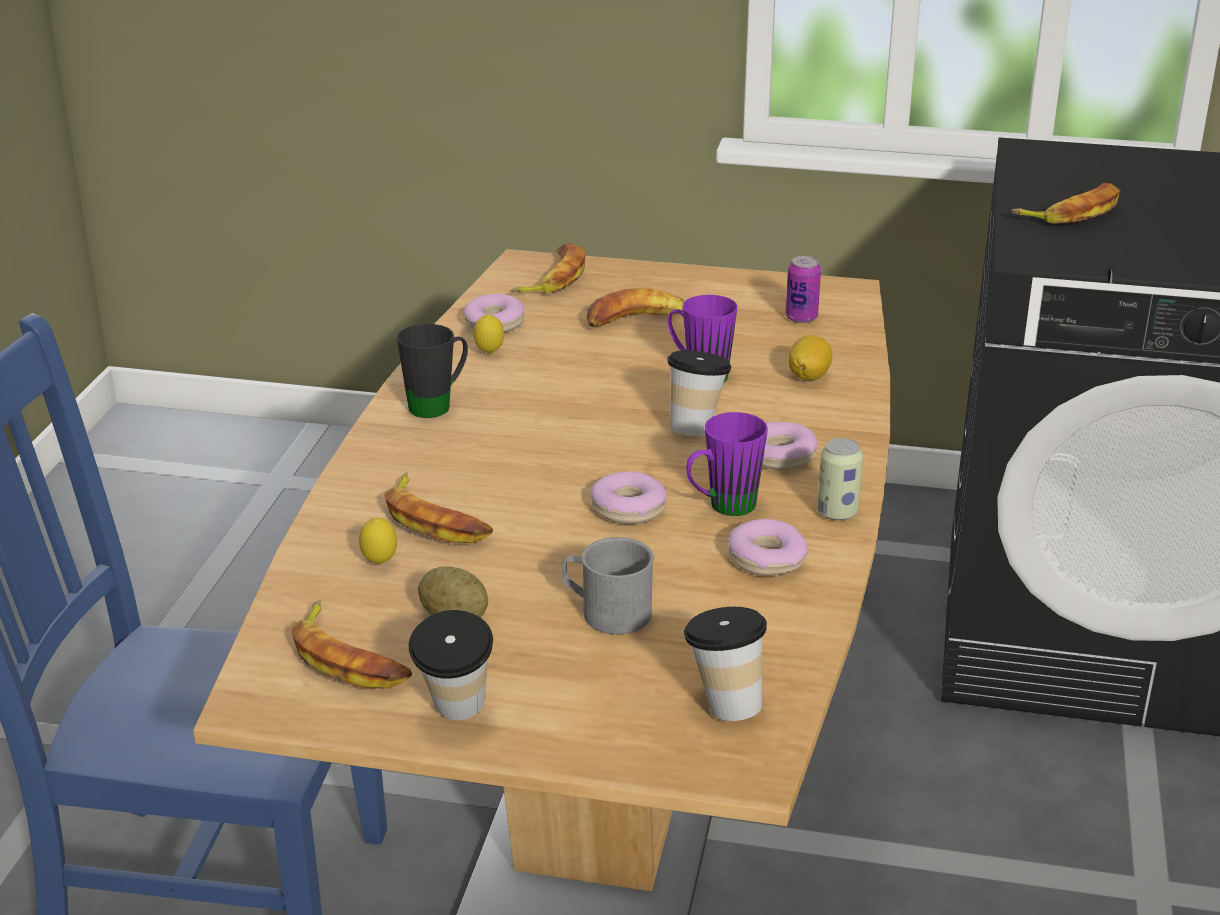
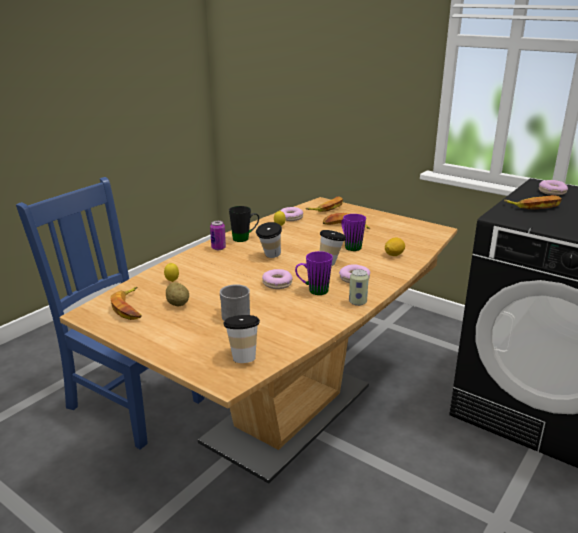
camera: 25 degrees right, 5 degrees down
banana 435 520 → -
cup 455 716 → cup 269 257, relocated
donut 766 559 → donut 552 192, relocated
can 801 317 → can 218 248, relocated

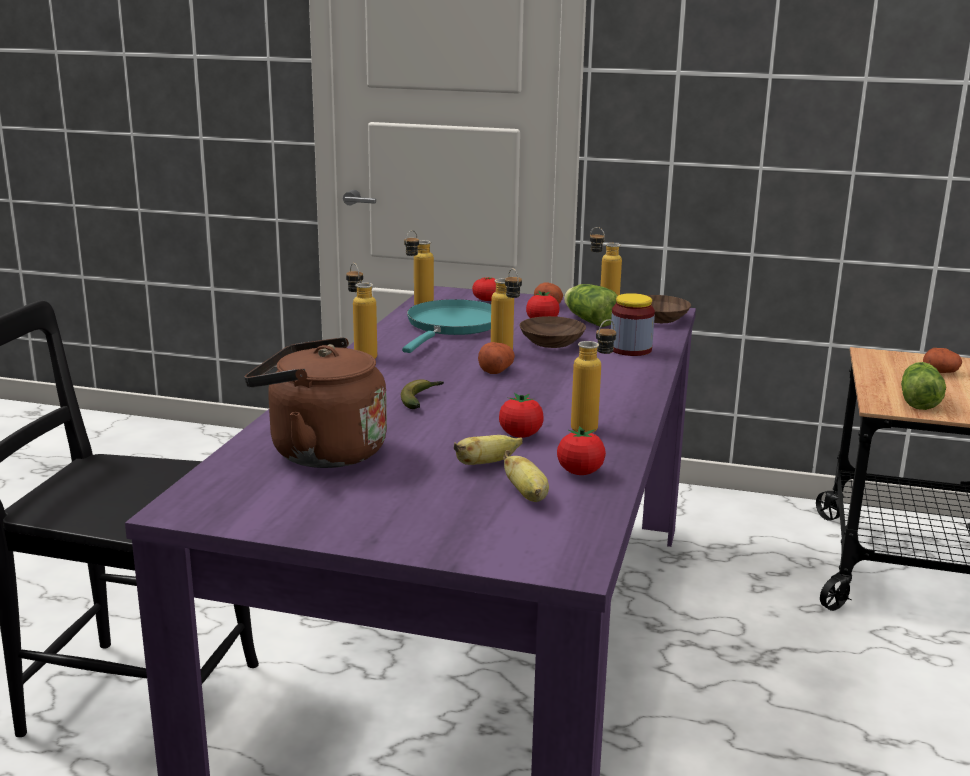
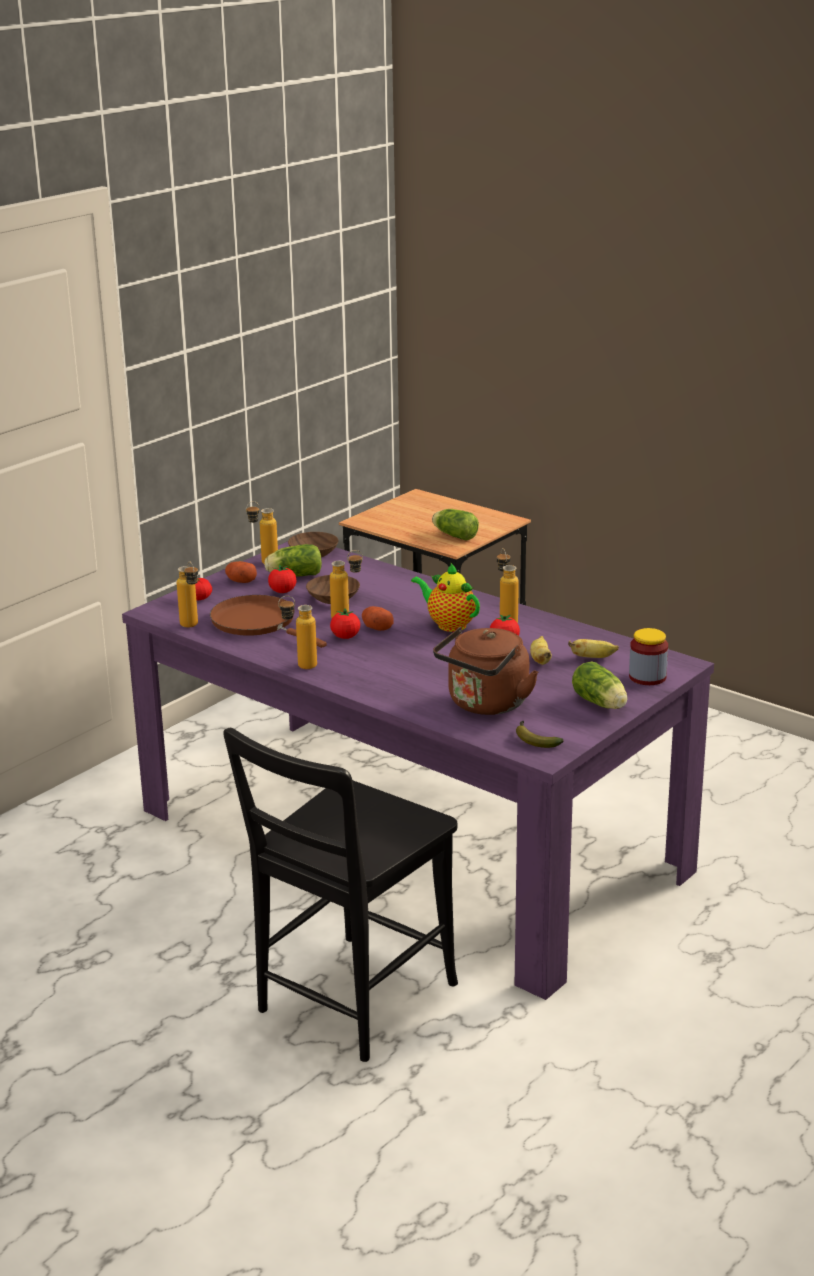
camera: 65 degrees left, 5 degrees up
banana 421 399 → banana 534 739, relocated
turquoise frying pan 452 326 → brown frying pan 258 623
tomato 580 472 → tomato 345 637, relocated
jar 630 349 → jar 647 677, relocated
potato 940 372 → -
- → teapot 448 624
- → lettuce 601 704

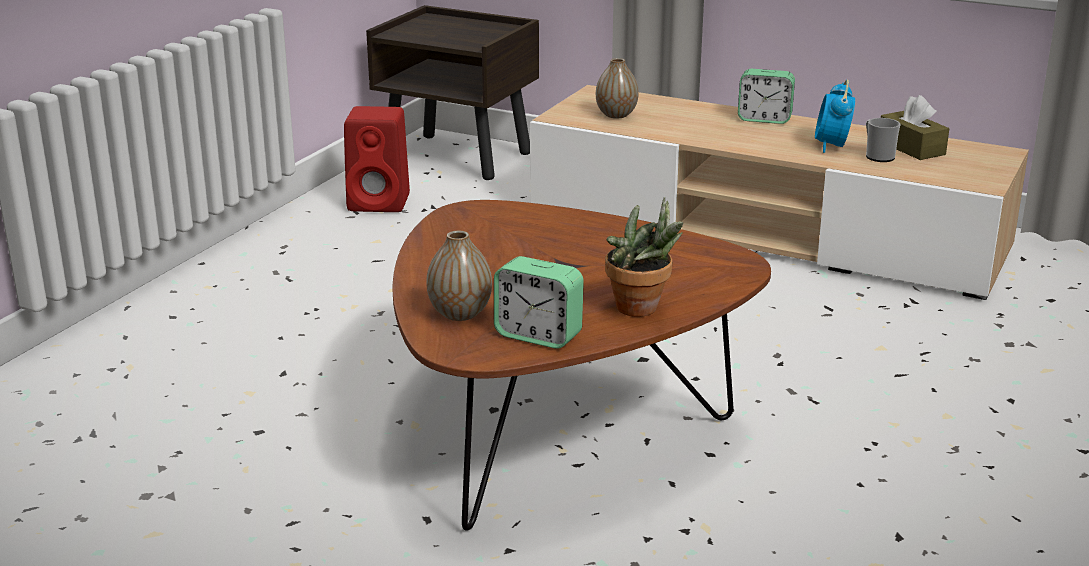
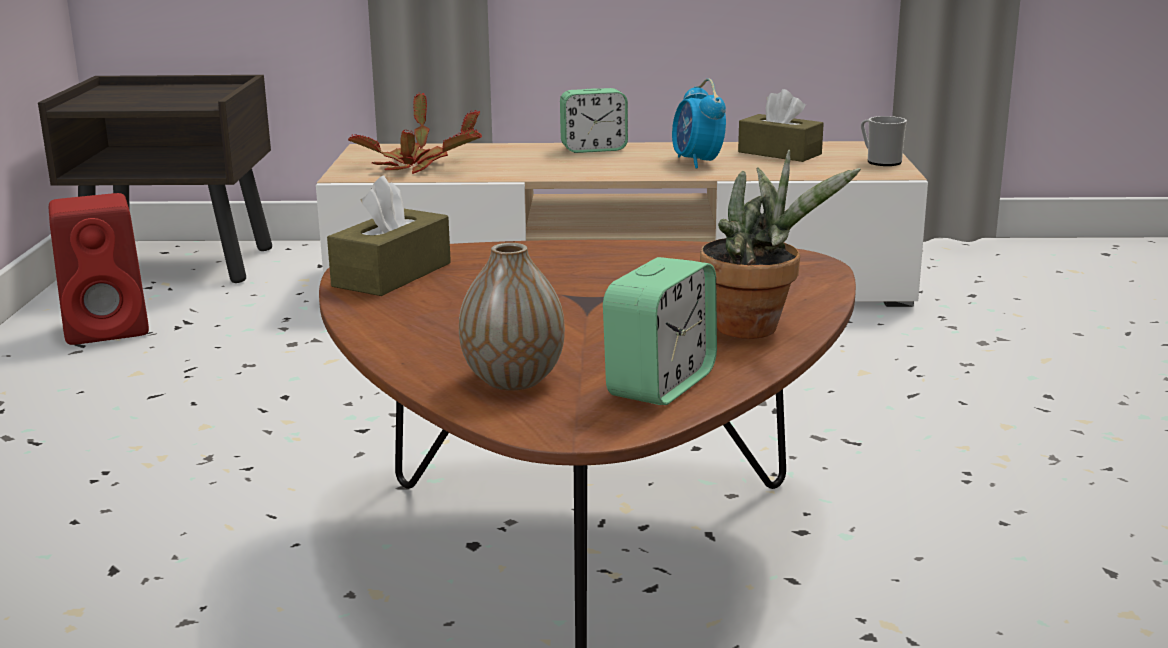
camera: 25 degrees left, 5 degrees down
alarm clock 538 335 → alarm clock 661 384, 60 degrees counterclockwise
vase 616 115 → potted plant 418 165
mug 877 156 → mug 880 161, relocated
- → brown tissue box 392 274

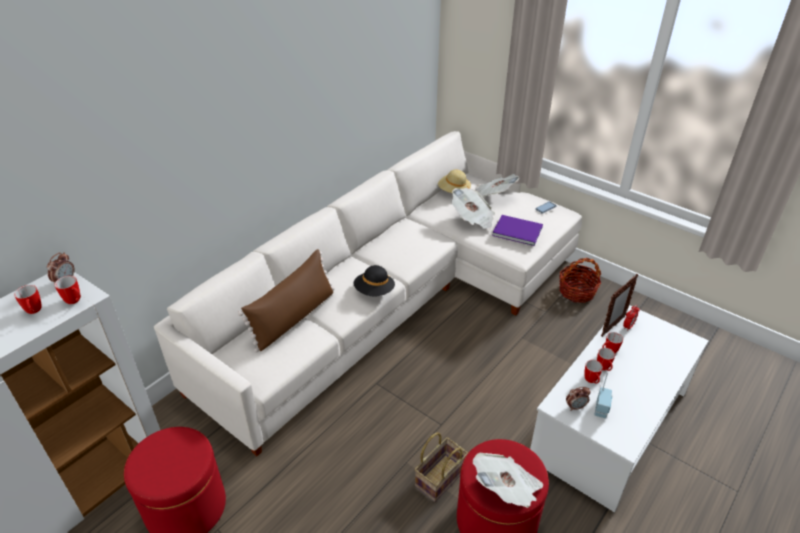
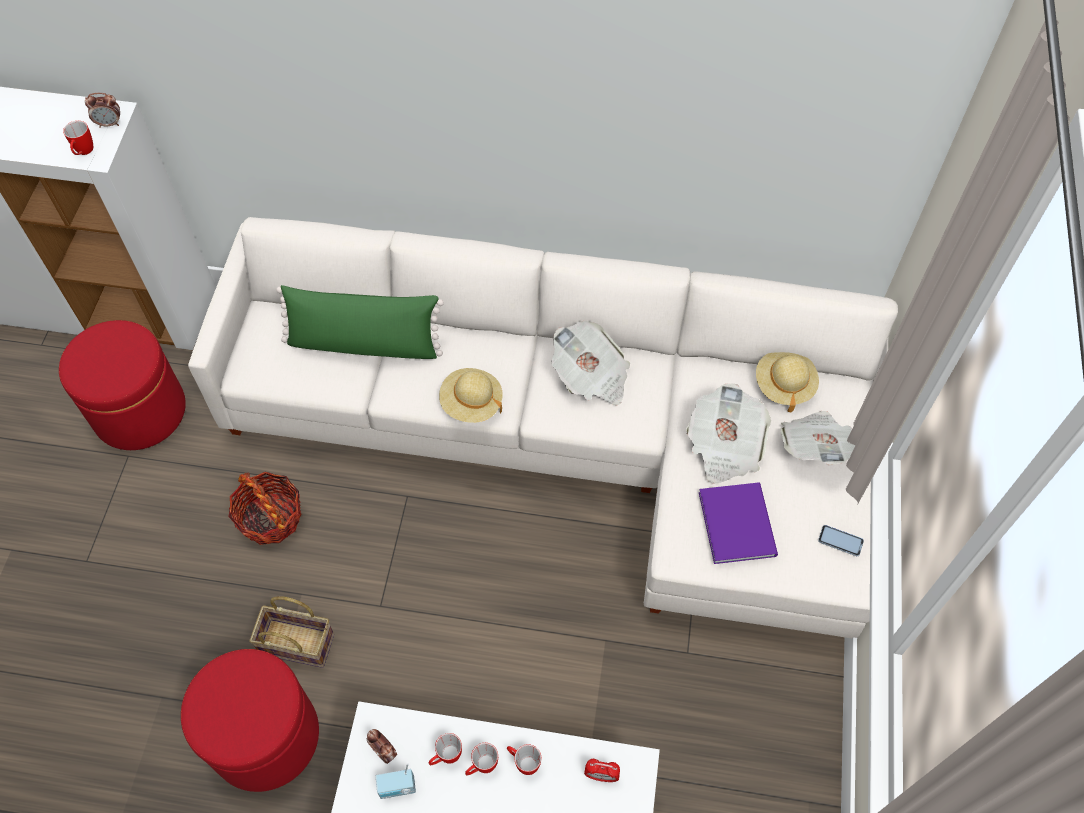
camera: 60 degrees right, 20 degrees up
mug 34 312 → -
brown pillow 294 317 → green pillow 364 343
black hat 374 291 → beige hat 471 403
newspaper 507 489 → newspaper 591 376, relocated
basket 576 292 → basket 270 517, relocated
picture frame 612 326 → -

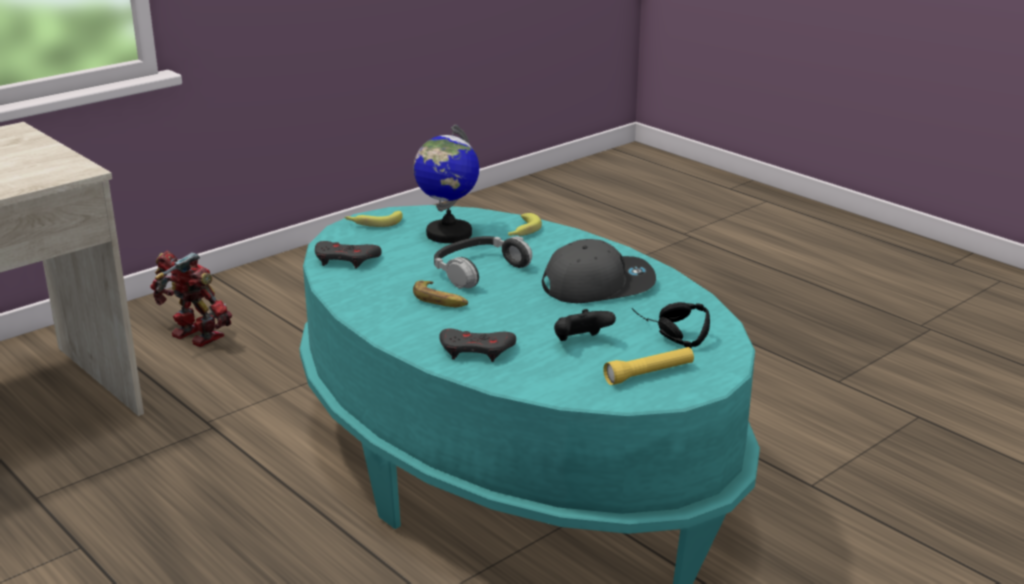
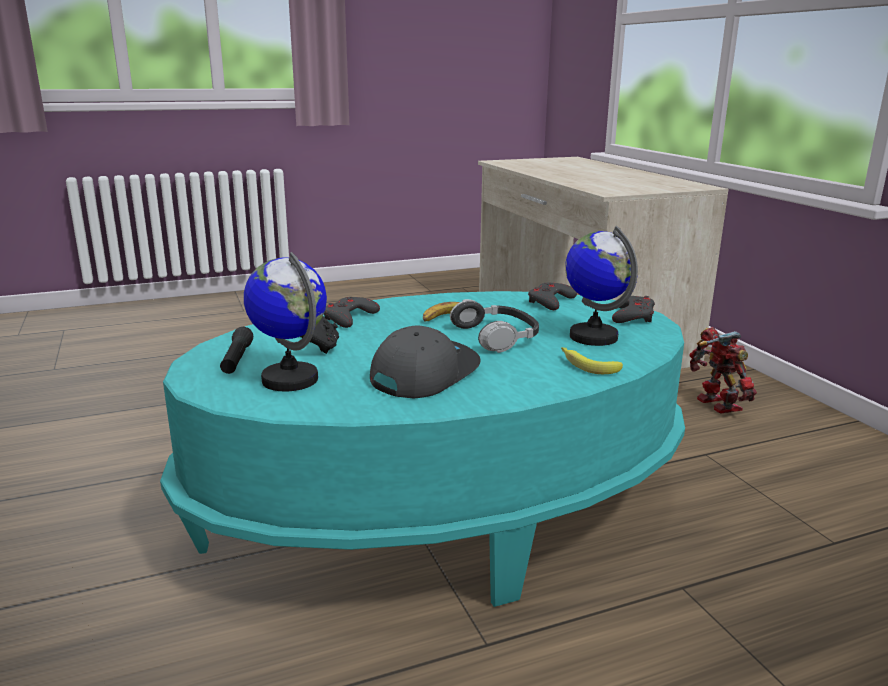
camera: 110 degrees right, 5 degrees down
toy robot 195 338 → toy robot 716 405, 75 degrees counterclockwise
banana 373 223 → grey game controller 633 316
grey cap 598 285 → grey cap 424 374, 150 degrees counterclockwise
yellow flashlight 649 374 → black flashlight 237 360
black headphones 665 335 → globe 290 379

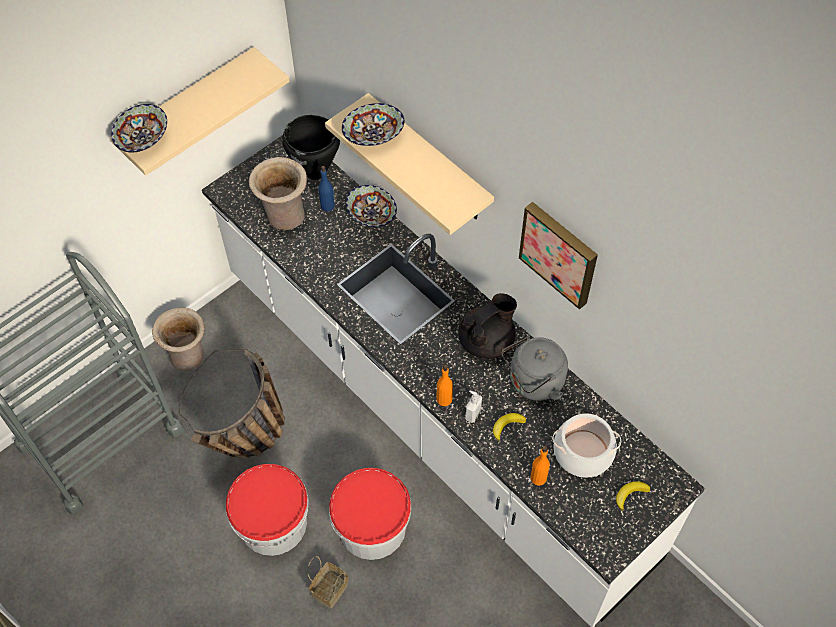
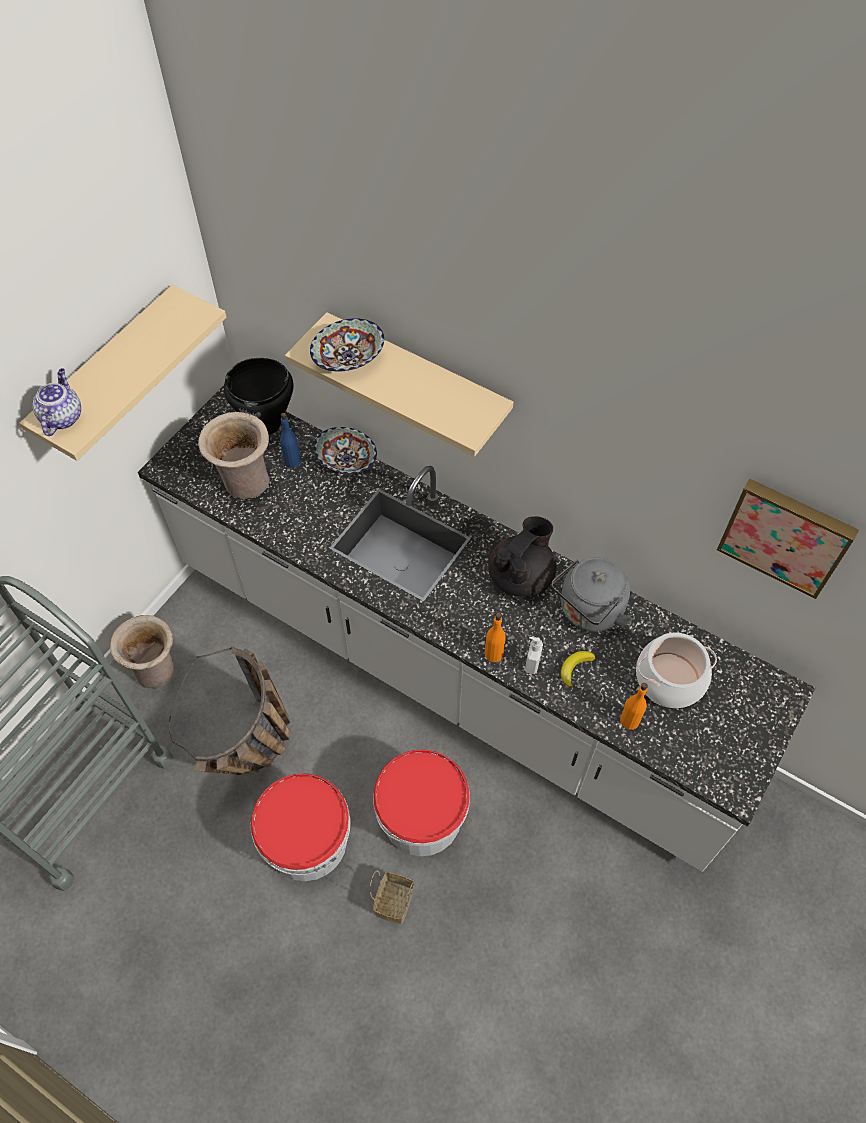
camera: 15 degrees left, 0 degrees up
bowl 142 139 → teapot 62 417
picture 560 253 → picture 786 535, relocated
banana 630 494 → -

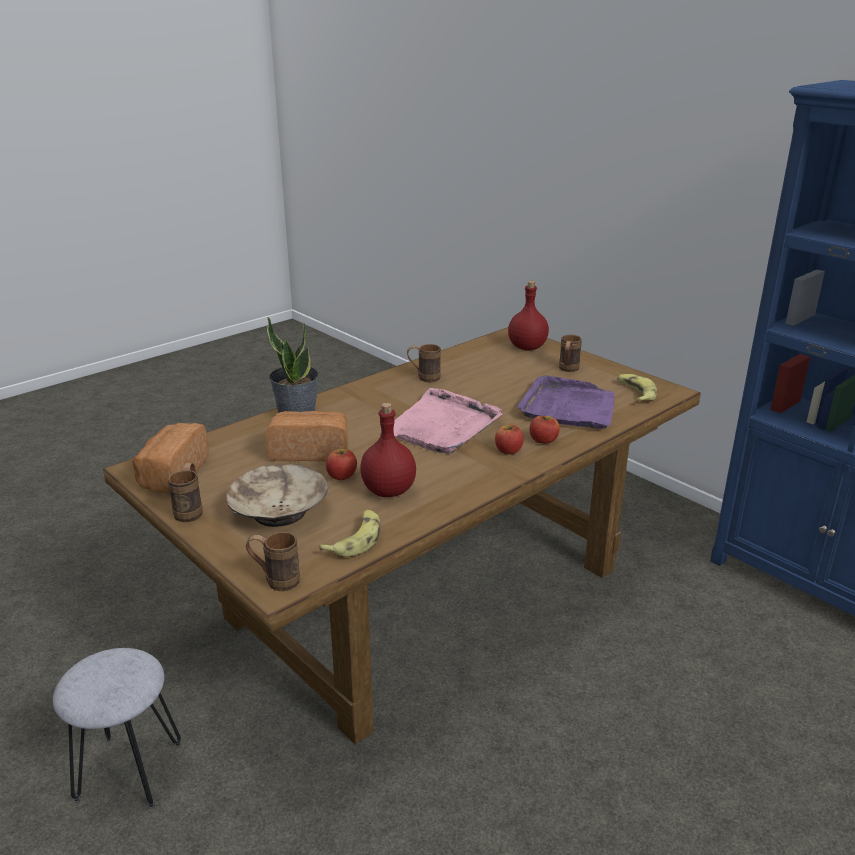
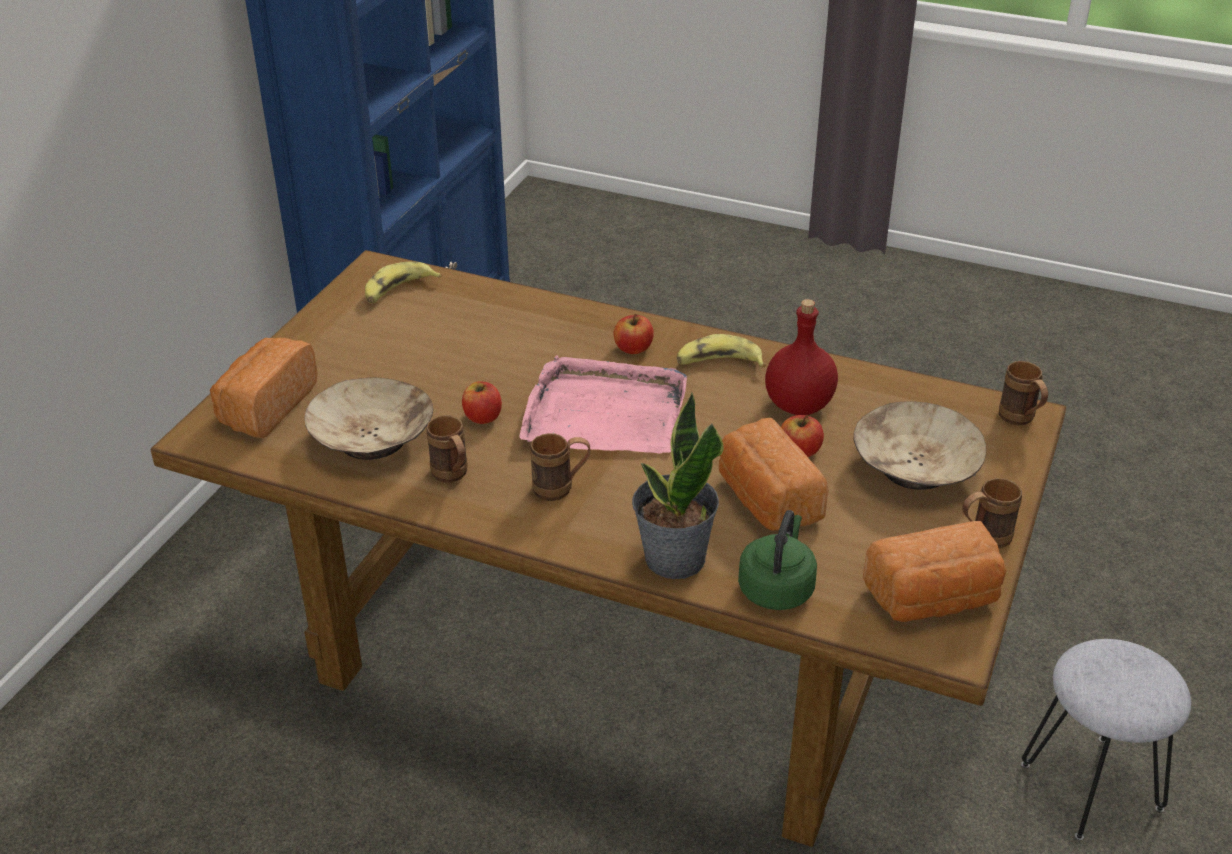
camera: 115 degrees left, 10 degrees up
banana 355 540 → banana 718 363, relocated
red bottle 527 348 → bread 265 407
purple tray 569 407 → -
apple 543 440 → apple 482 417, relocated
brown mug 567 370 → brown mug 561 489, relocated
- → beige bowl 373 439
- → green kettle 777 588

